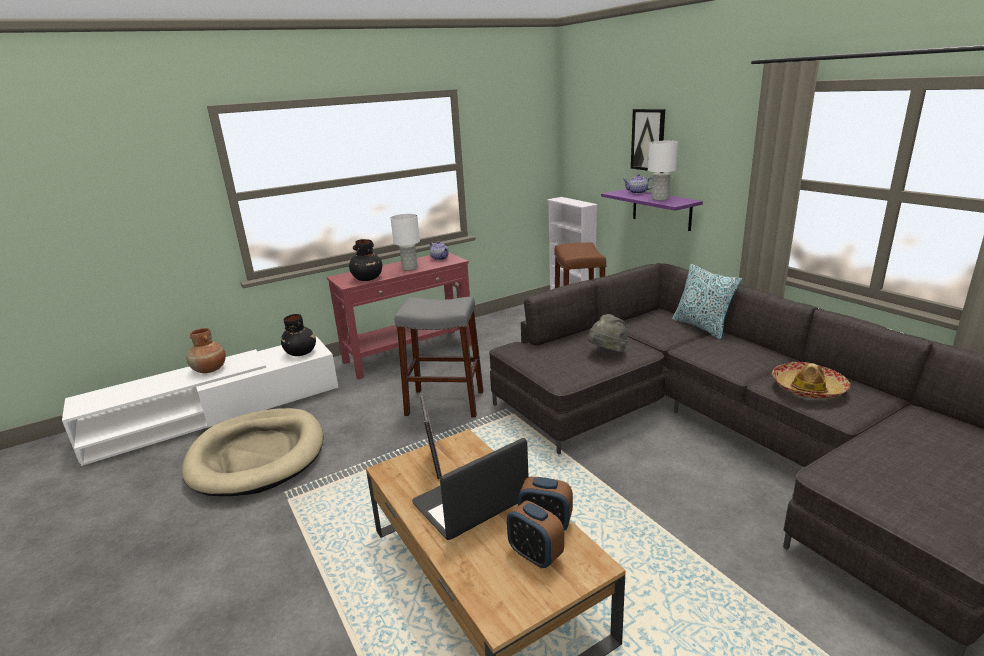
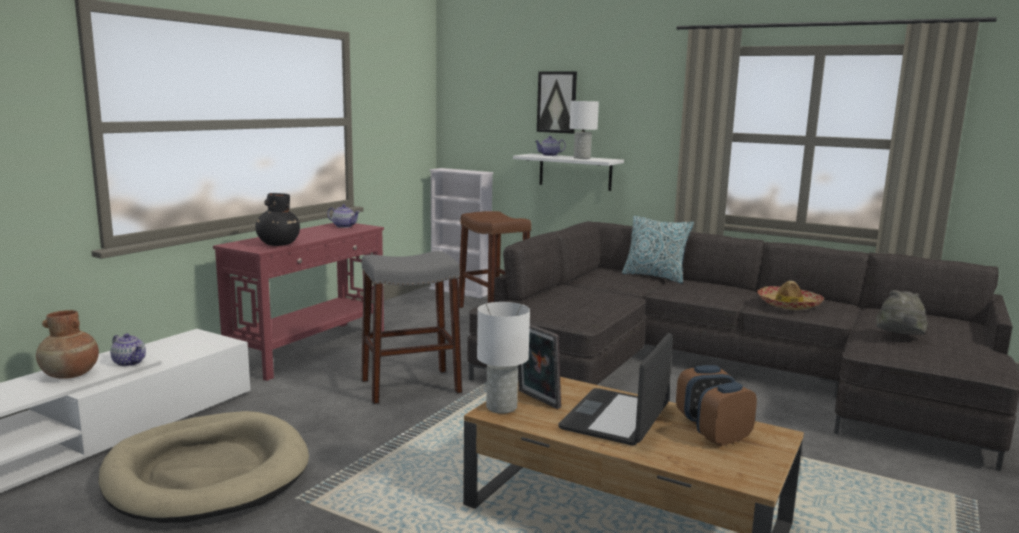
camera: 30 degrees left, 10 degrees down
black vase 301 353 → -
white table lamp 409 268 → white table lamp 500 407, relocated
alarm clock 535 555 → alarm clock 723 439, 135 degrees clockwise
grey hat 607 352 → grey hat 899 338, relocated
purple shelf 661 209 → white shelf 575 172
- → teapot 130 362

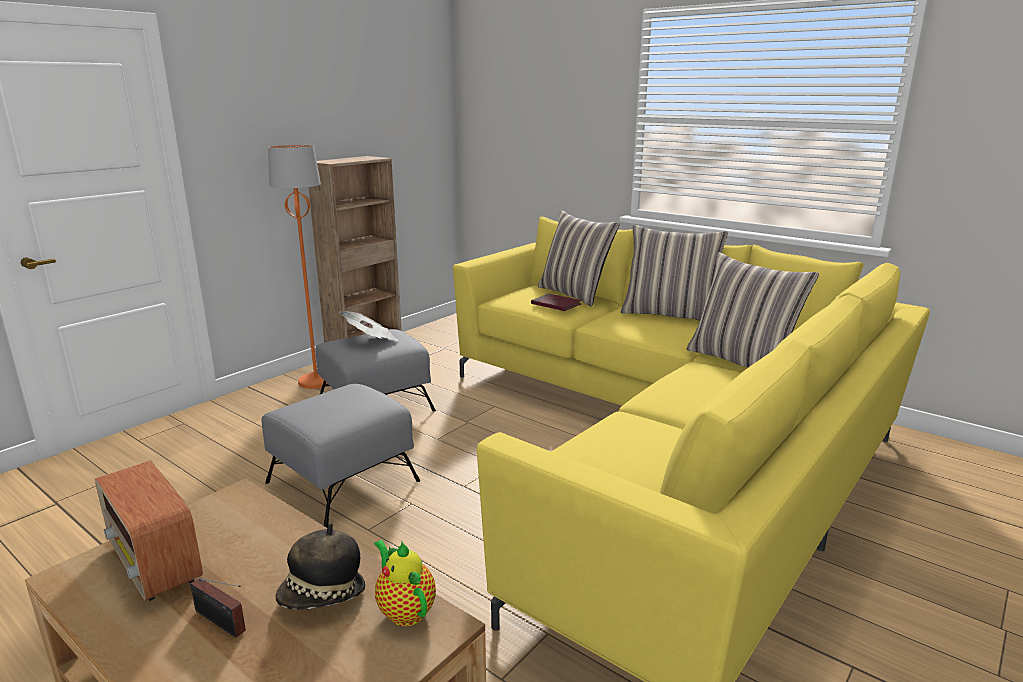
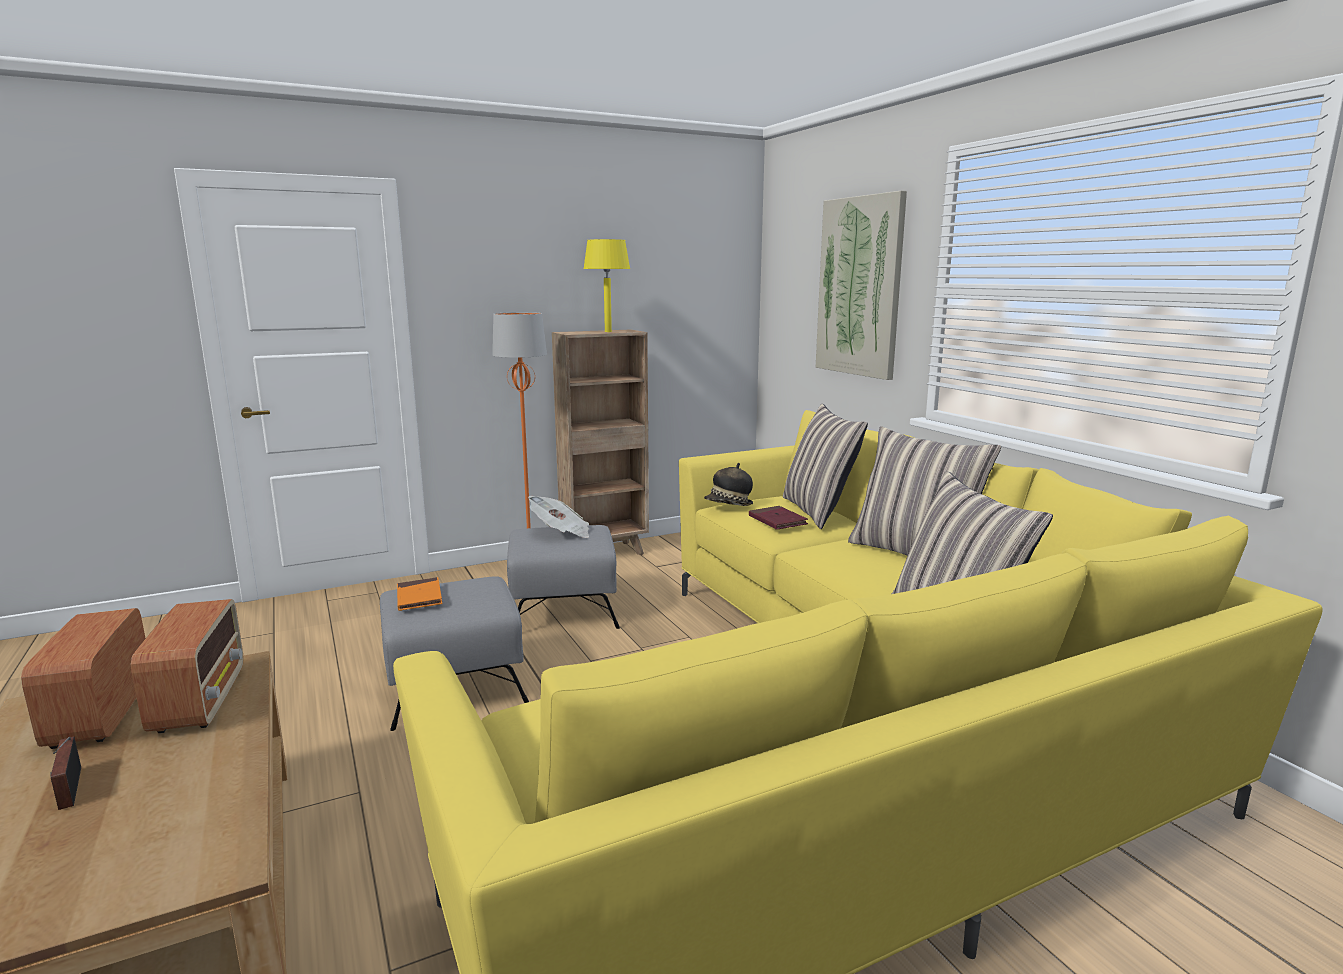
camera: 25 degrees right, 5 degrees down
hat 322 596 → hat 729 505, relocated
teapot 404 610 → -
- → radio 200 700
- → orange book 419 597
- → yellow table lamp 608 331
- → picture 859 287

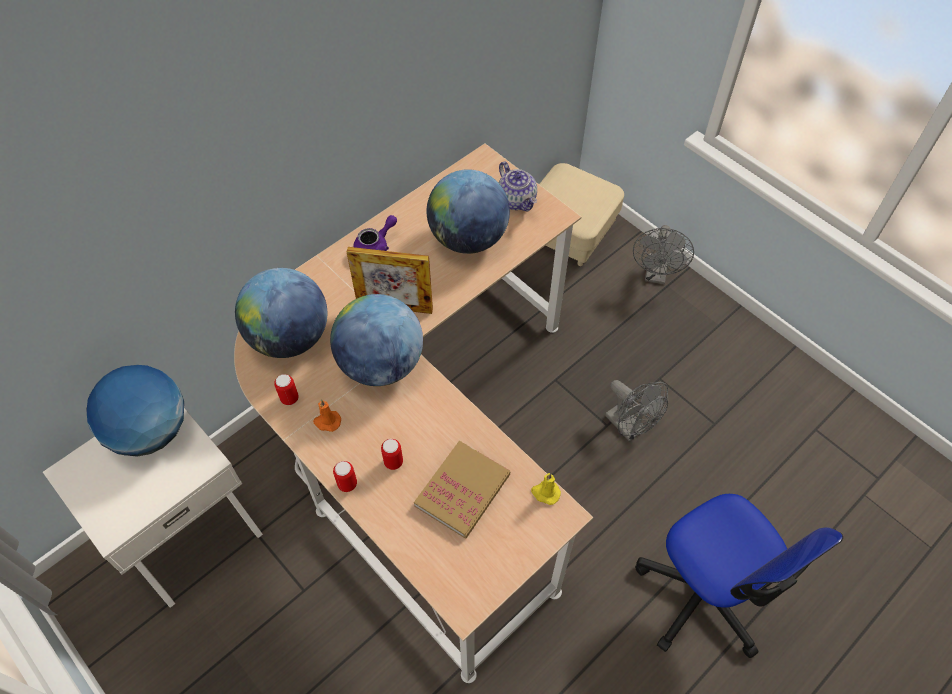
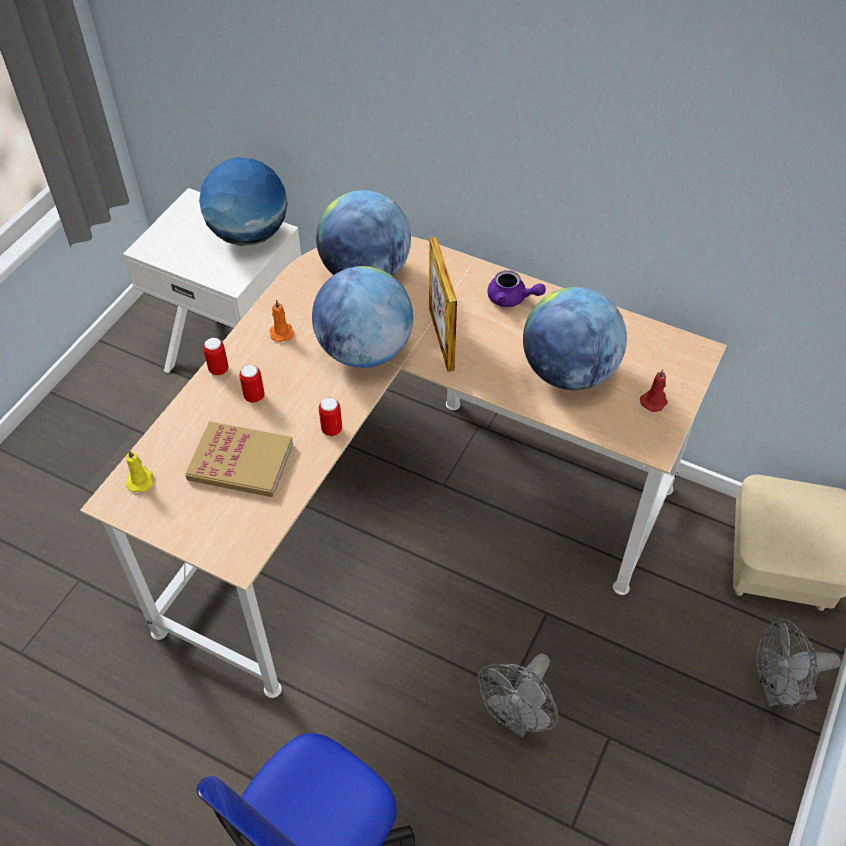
camera: 70 degrees right, 5 degrees down
can 289 398 → can 331 429, relocated
teapot 517 200 → red candle 654 401
yellow candle 545 493 → yellow candle 140 480, relocated

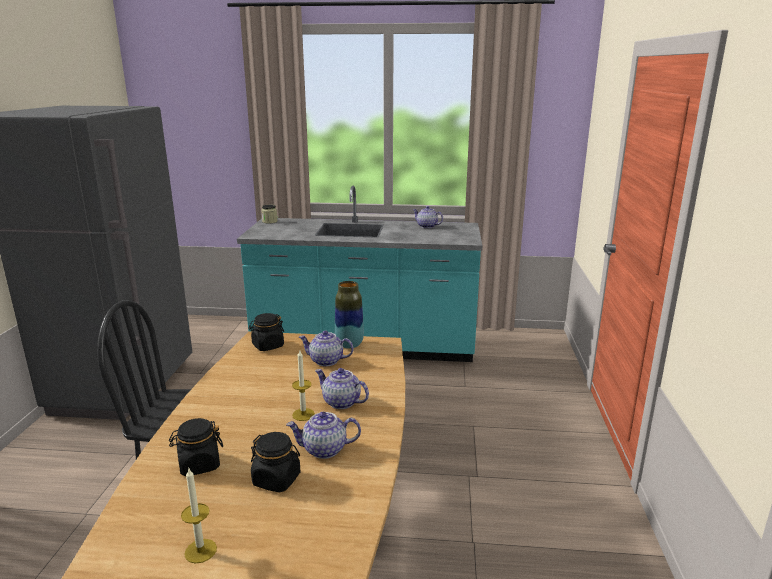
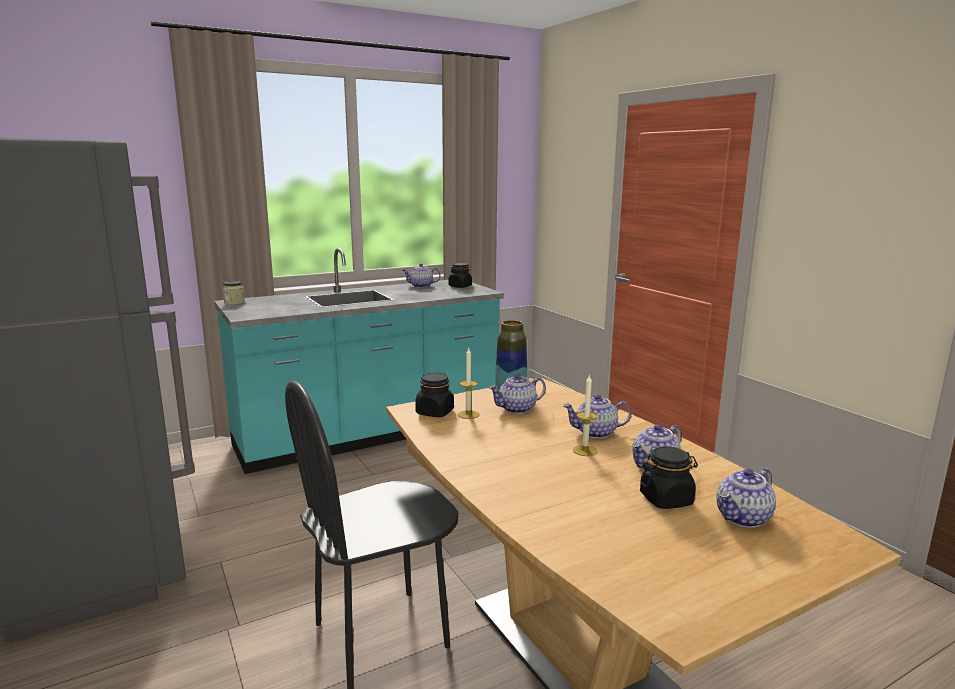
camera: 35 degrees left, 5 degrees down
black jar 199 464 → black jar 460 286, relocated
candle 200 551 → candle 468 414, relocated
- → teapot 743 518

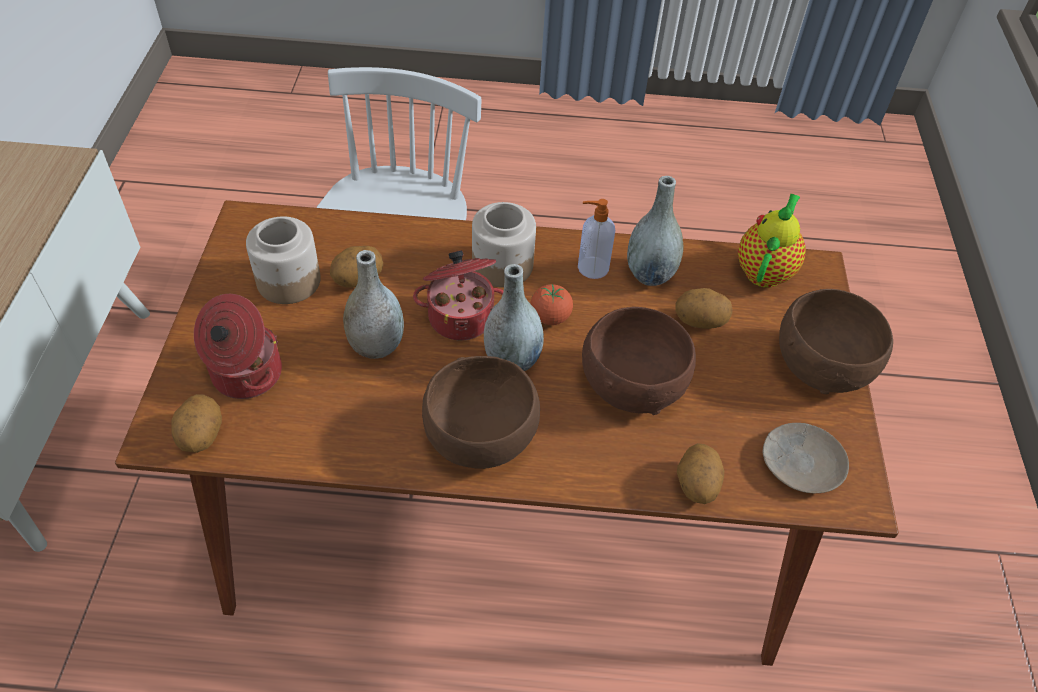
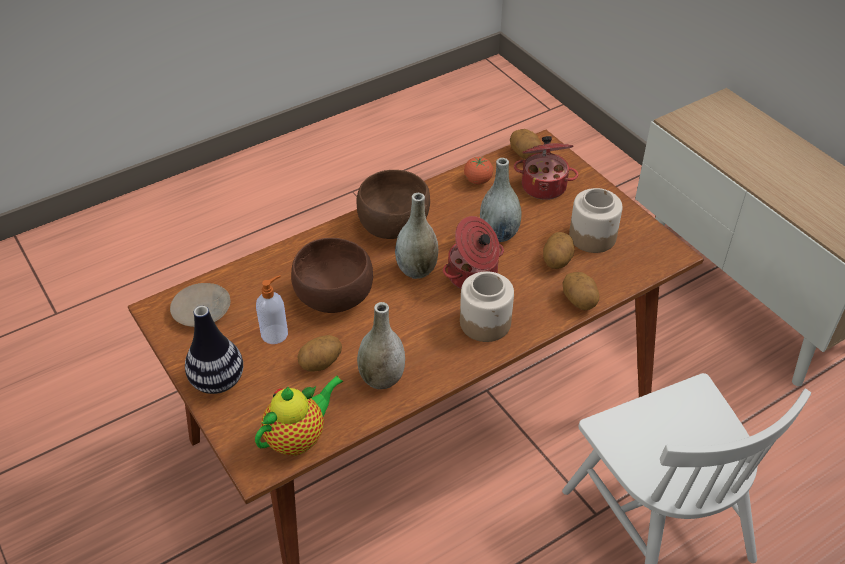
camera: 145 degrees right, 5 degrees down
tomato 550 317 → tomato 478 181, relocated
soap dispenser 591 268 → soap dispenser 275 334, relocated
potato 695 485 → potato 579 301, relocated
teapot 765 270 → teapot 299 438, 120 degrees counterclockwise
brown bowl 820 365 → vase 217 381

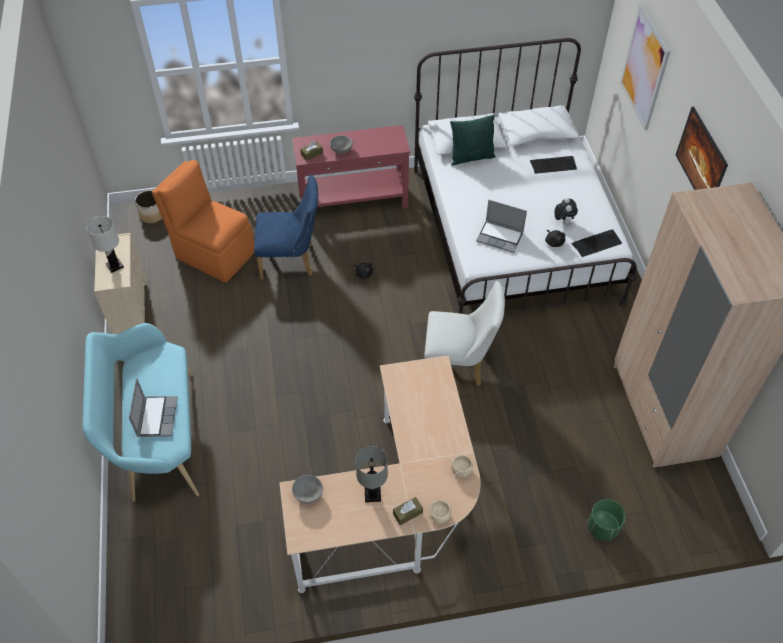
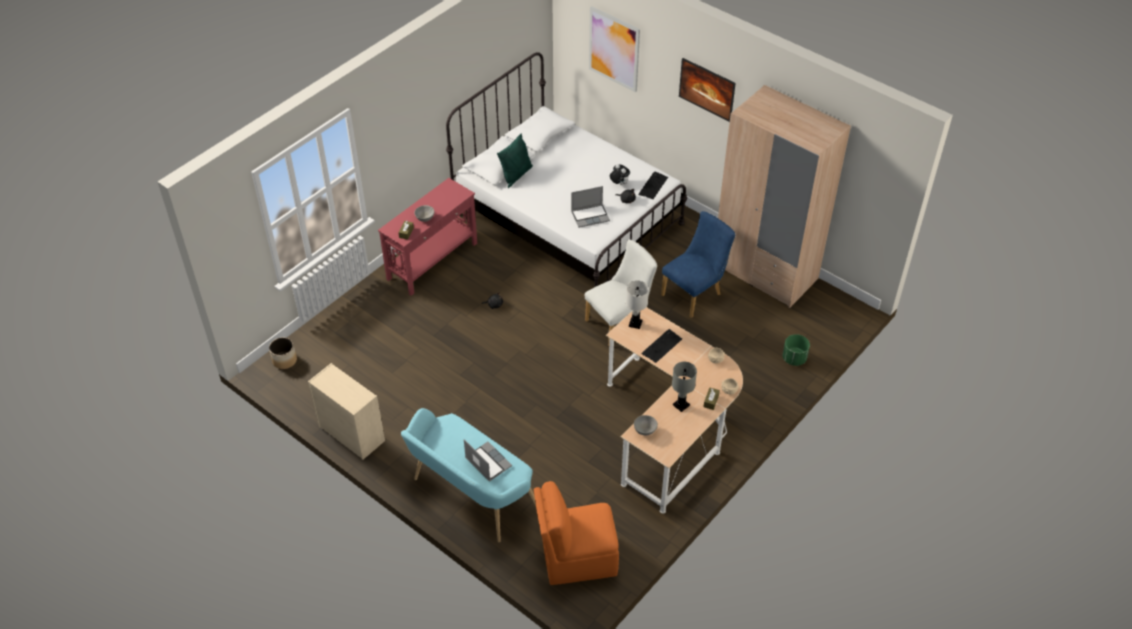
camera: 40 degrees left, 5 degrees down
white table lamp 115 266 → white table lamp 635 323, relocated
orange chair 214 254 → orange chair 577 558, relocated
blue chair 292 261 → blue chair 695 293, relocated
keyboard 553 165 → keyboard 661 346, relocated

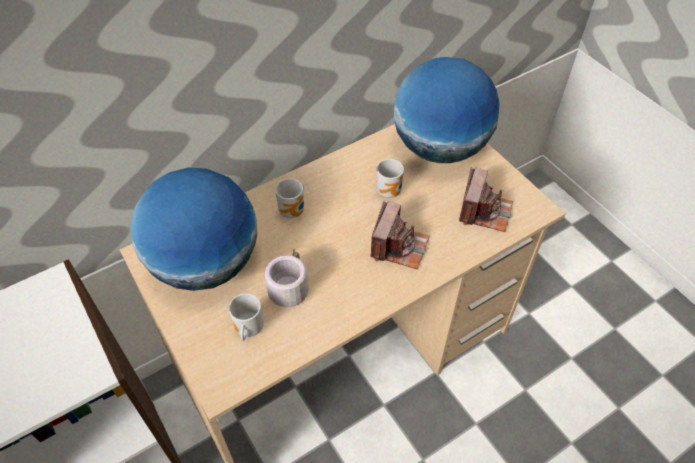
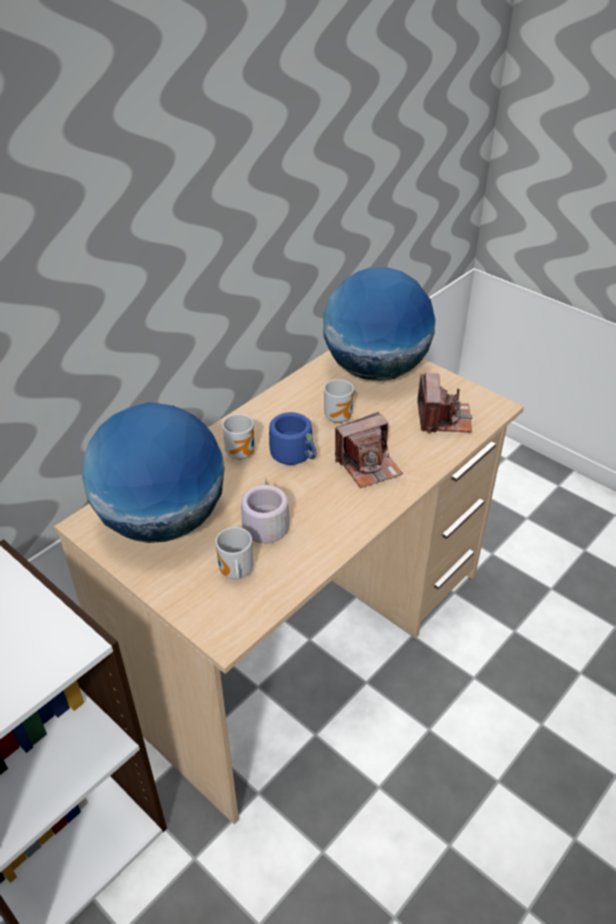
camera: 15 degrees left, 10 degrees down
photo camera 398 246 → photo camera 368 465, 60 degrees clockwise
- → blue mug 296 454

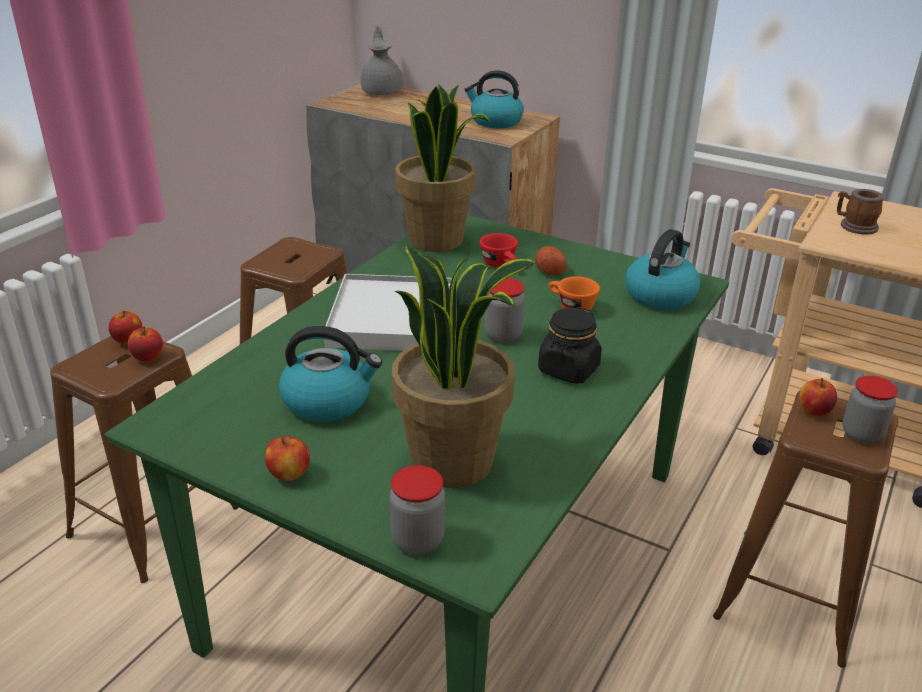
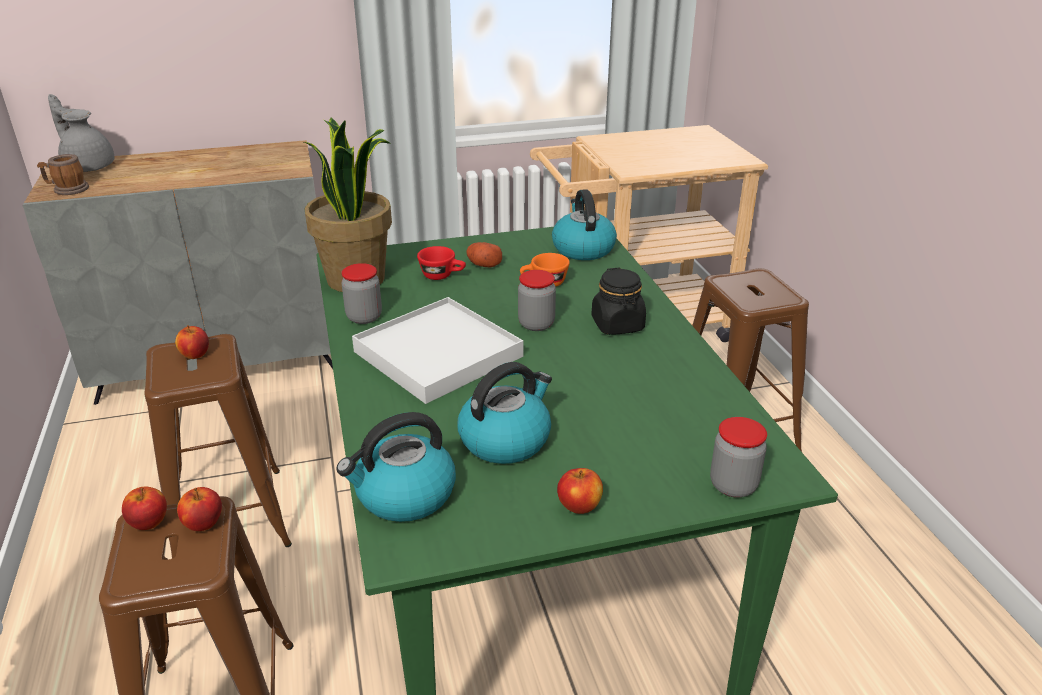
camera: 45 degrees left, 0 degrees up
potted plant 453 461 → -
kettle 495 121 → kettle 404 495, relocated
apple 814 411 → apple 195 355, relocated
mug 854 226 → mug 67 190, relocated
jar 861 434 → jar 364 317, relocated

